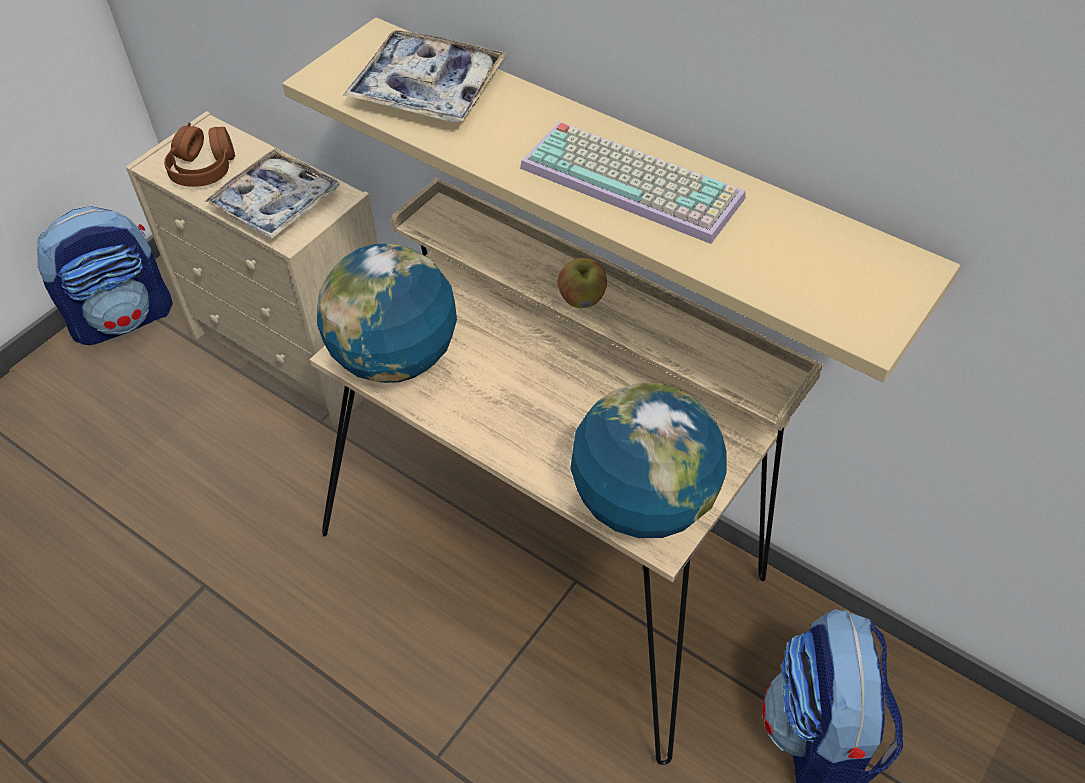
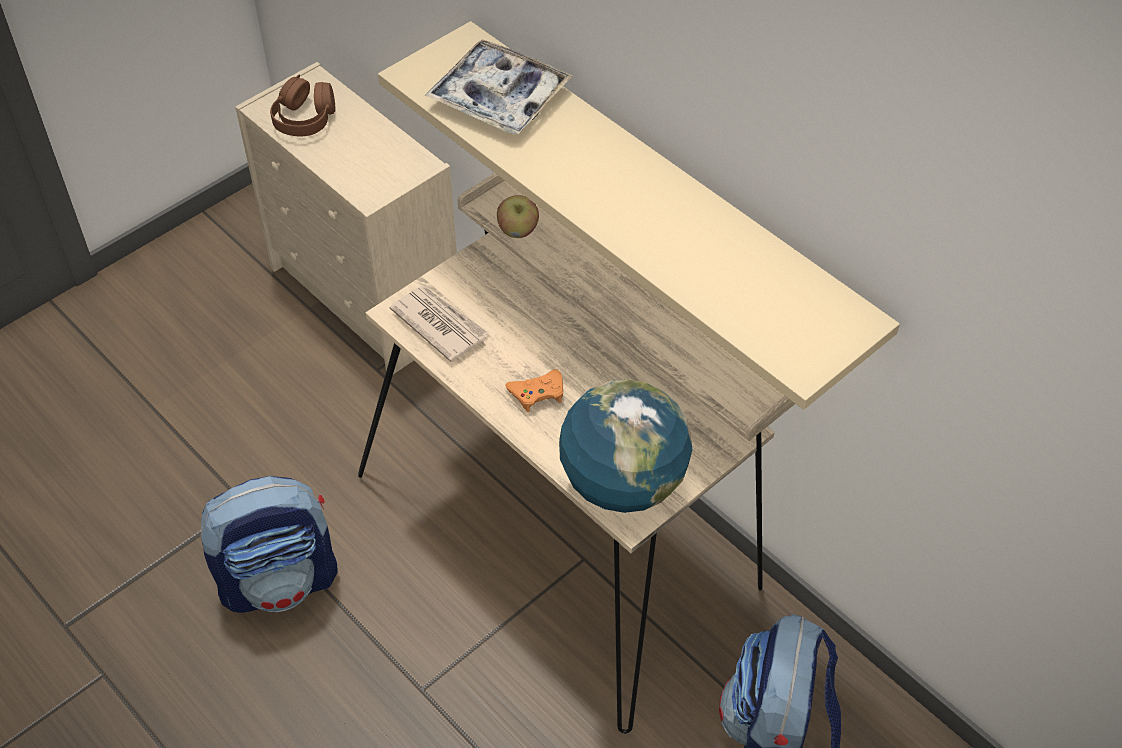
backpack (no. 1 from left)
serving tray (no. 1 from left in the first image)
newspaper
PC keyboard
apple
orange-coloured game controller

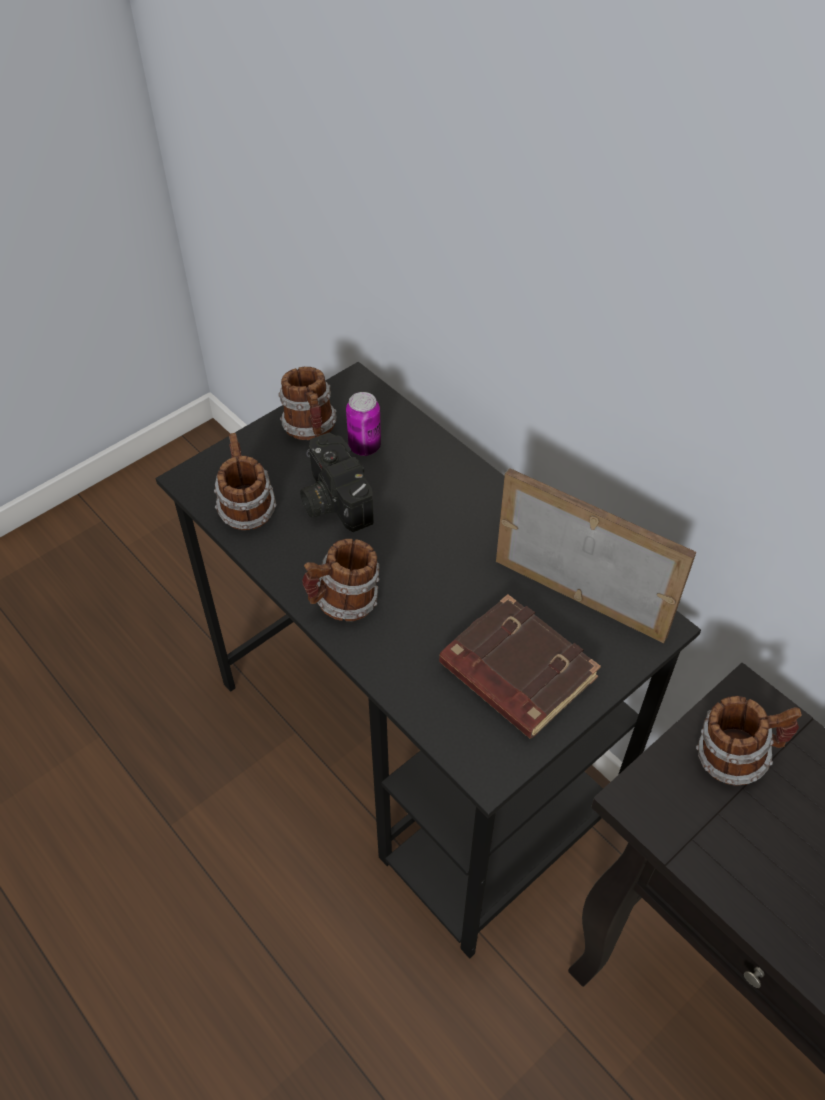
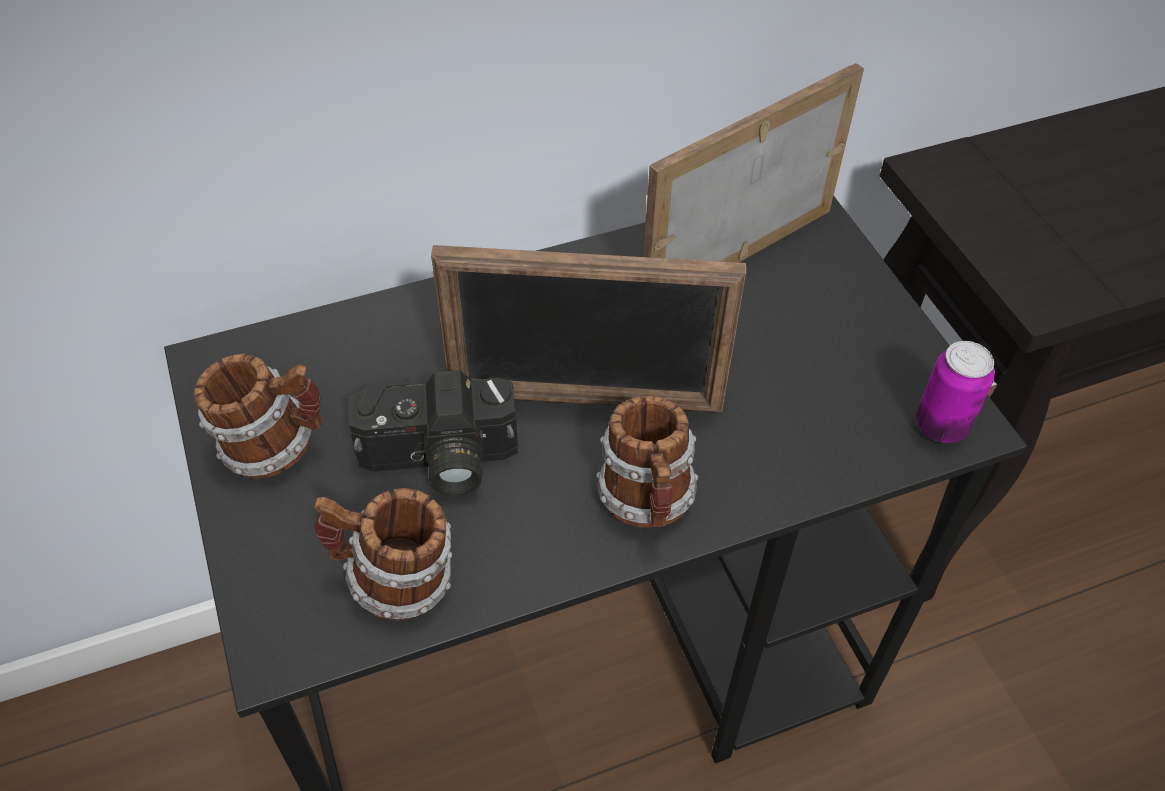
sealed can
brownish volume
coffee mug (no. 4 from left in the first image)
standing frame (no. 1 from left)

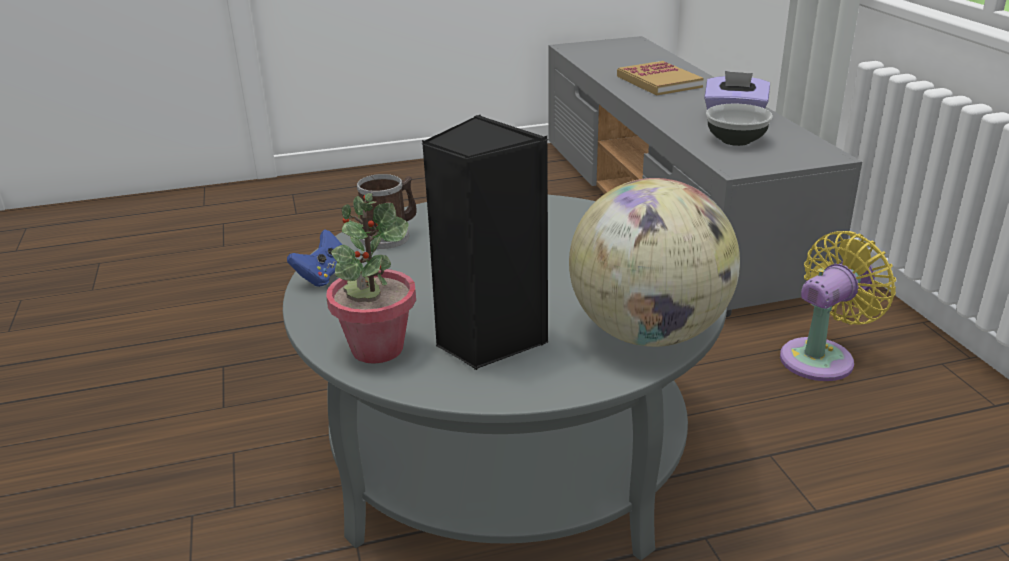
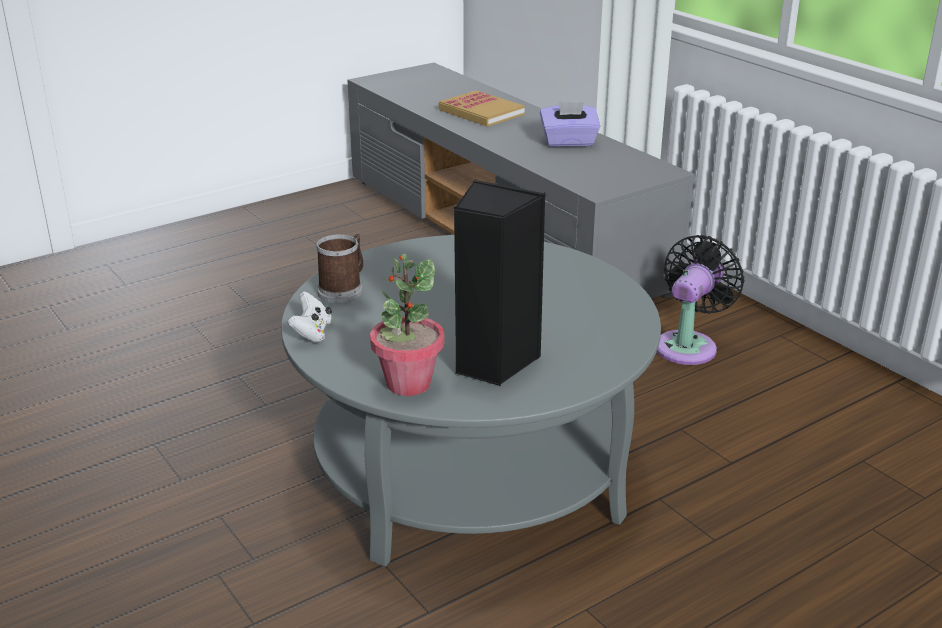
white game controller
globe
deep dish
black fan

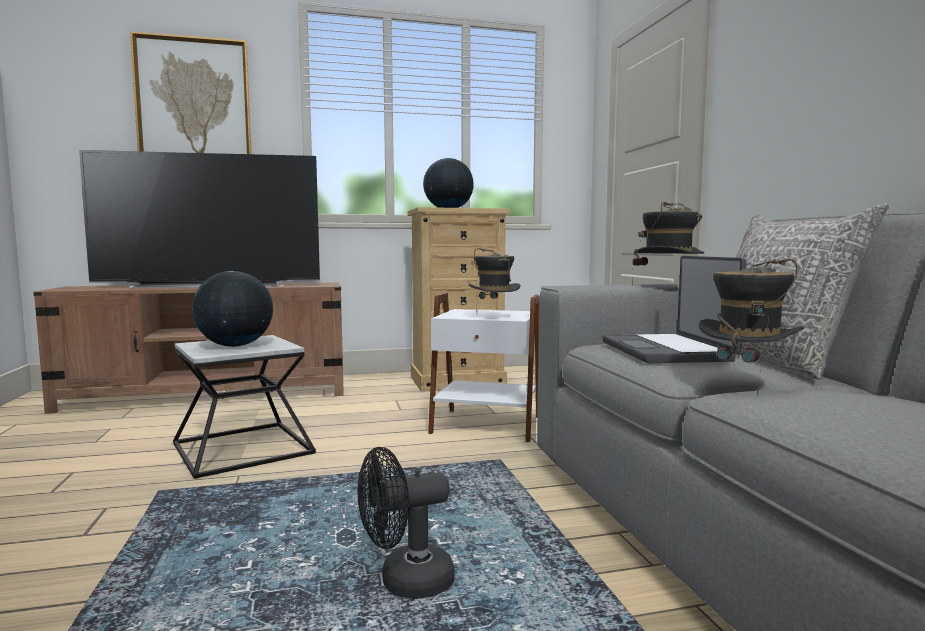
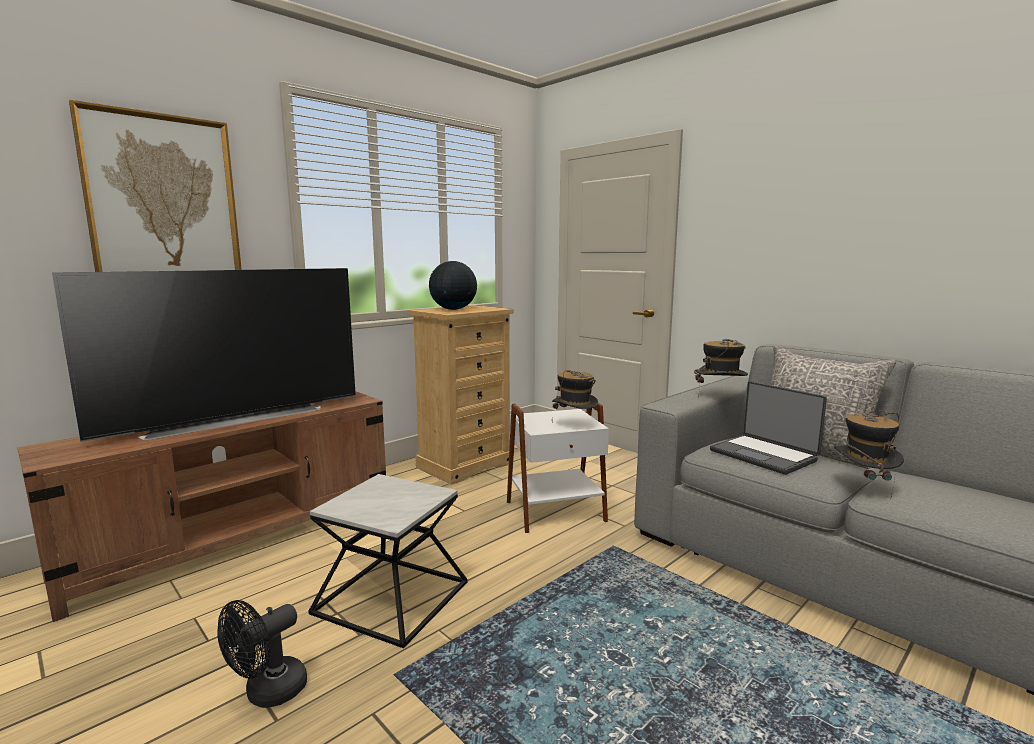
globe (no. 1 from left in the first image)
black fan

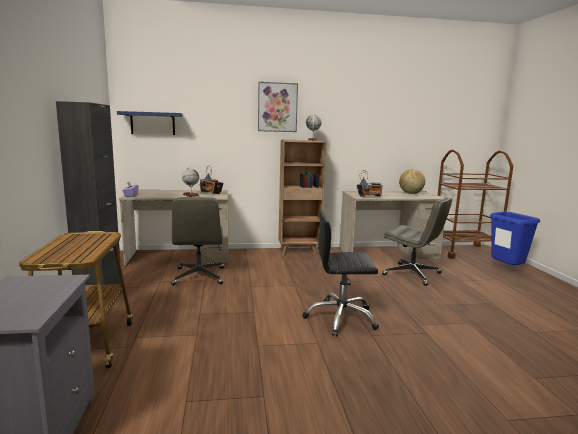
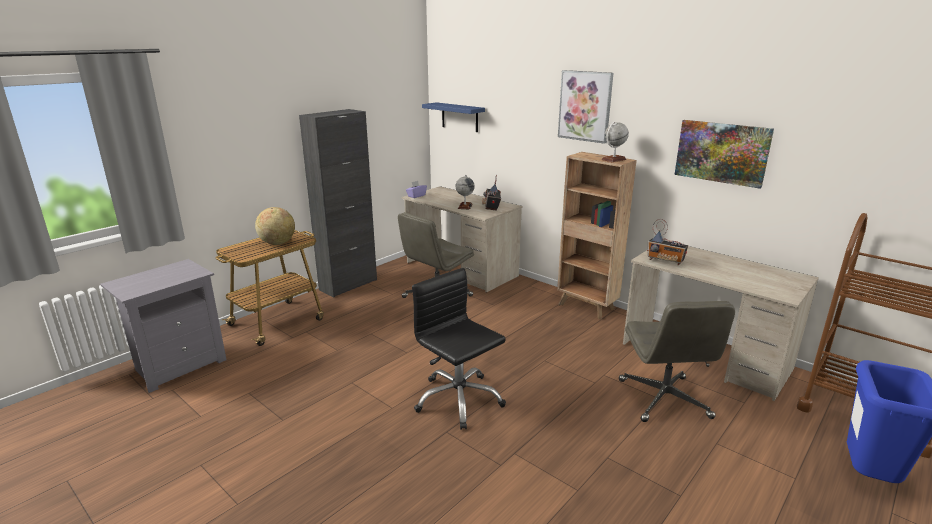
globe (no. 1 from left)
wall art (no. 2 from left)

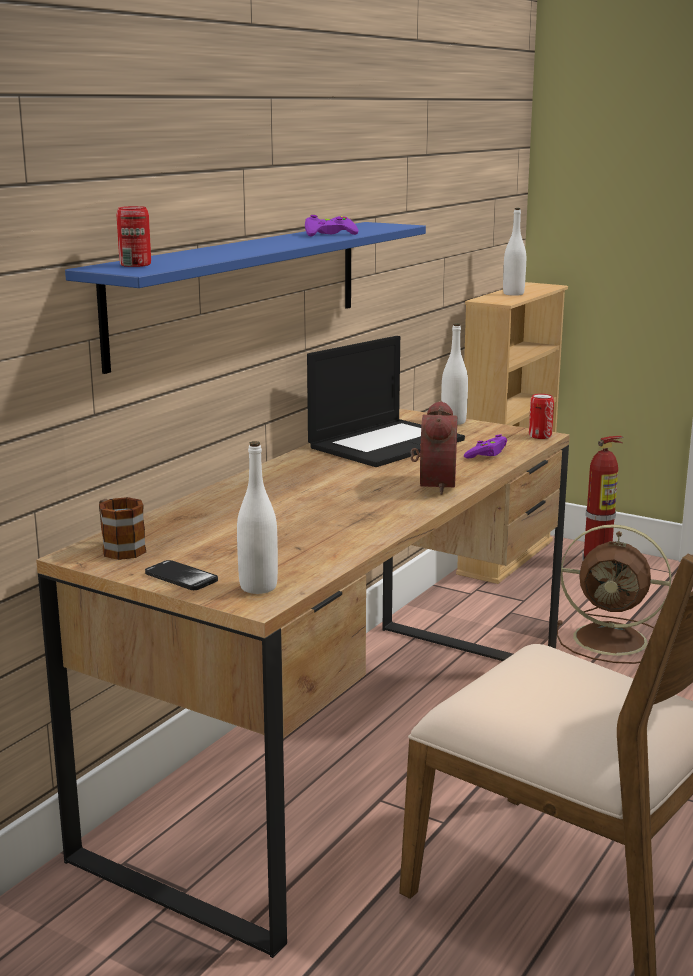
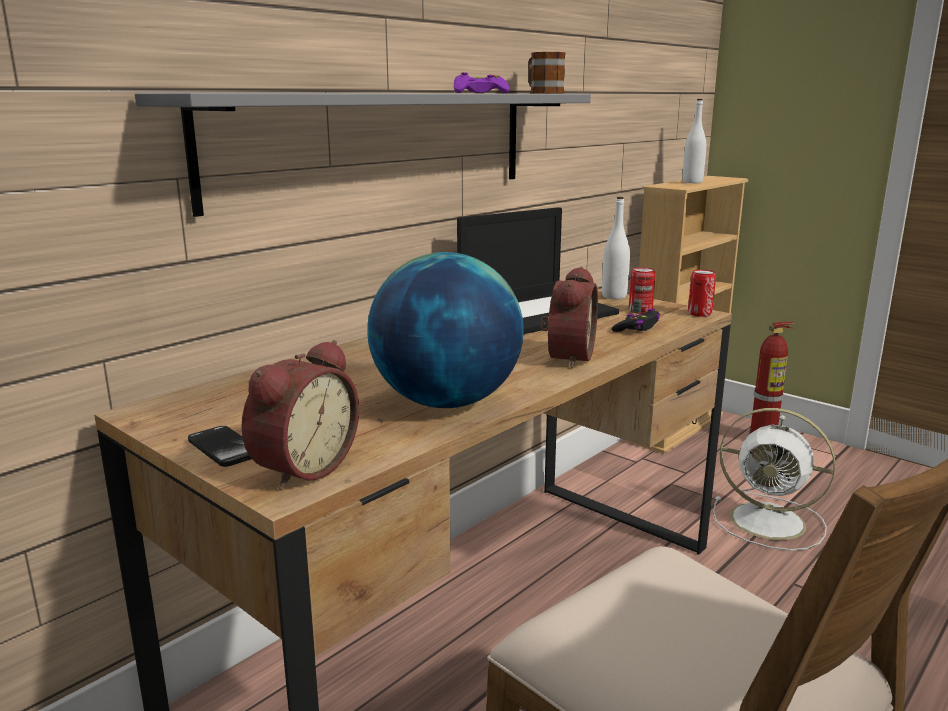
greyish bracket shelf
coffee mug
sealed can (no. 1 from left)
alarm clock (no. 1 from left)
black game controller
white fan
globe

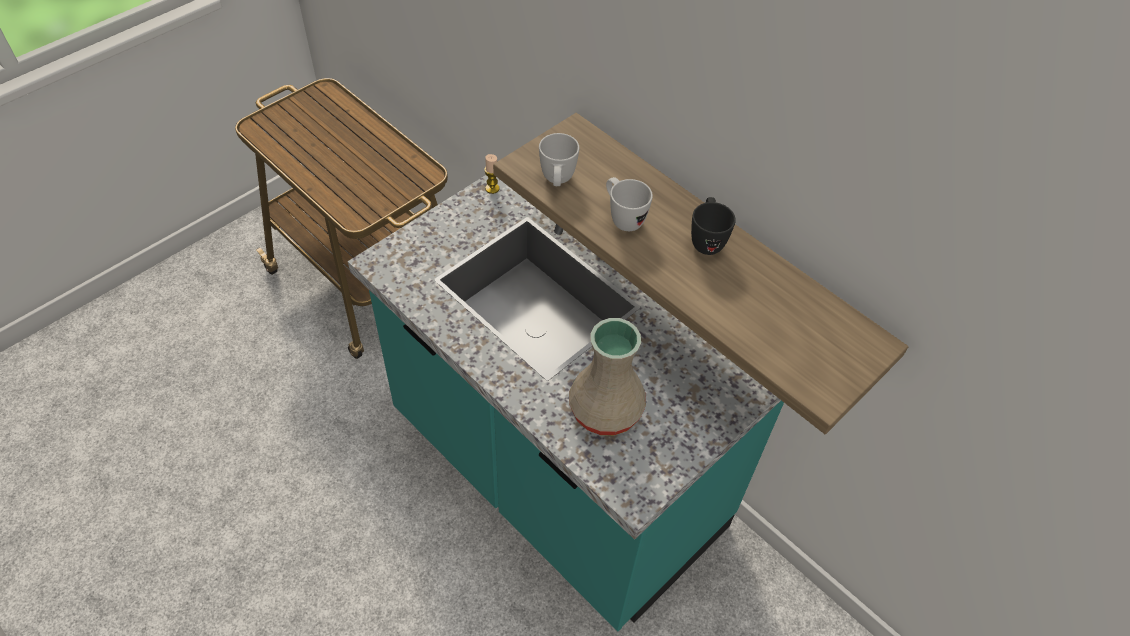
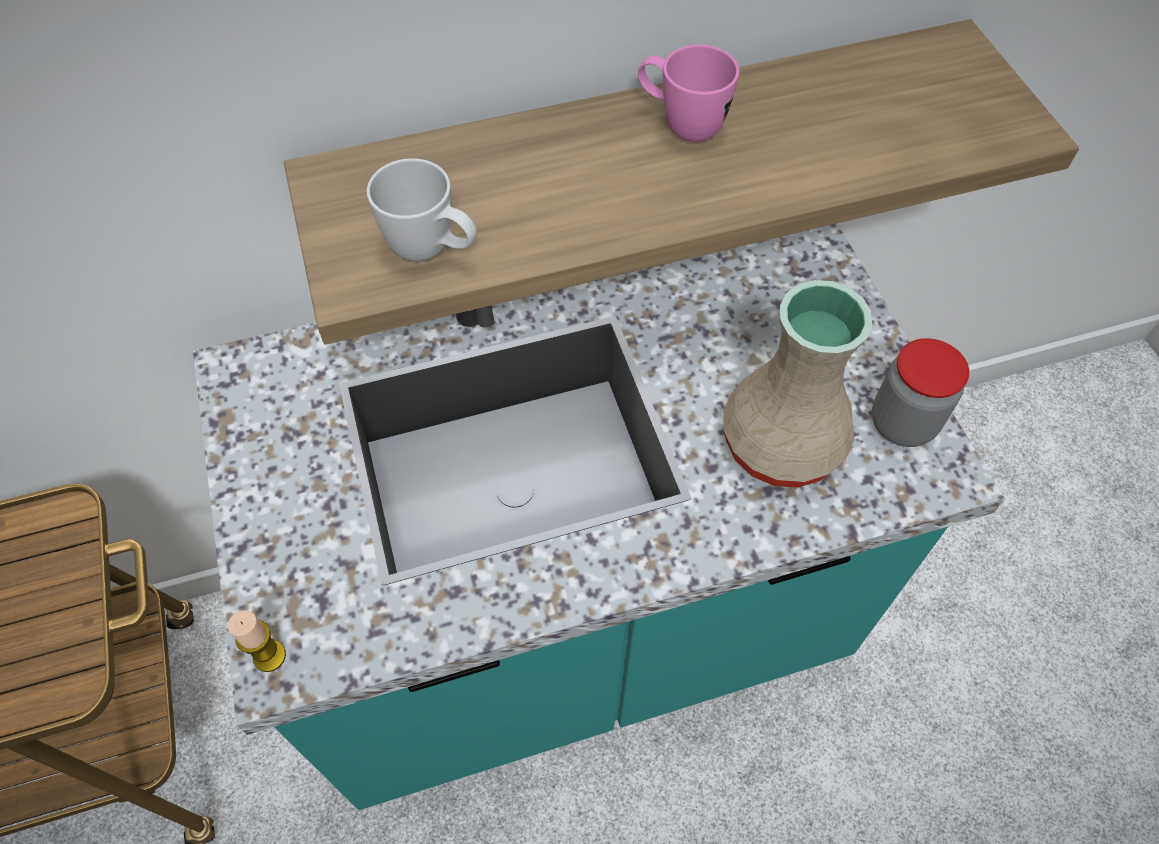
wax light
white coffee mug (no. 2 from left in the first image)
pinkish coffee mug
storage jar

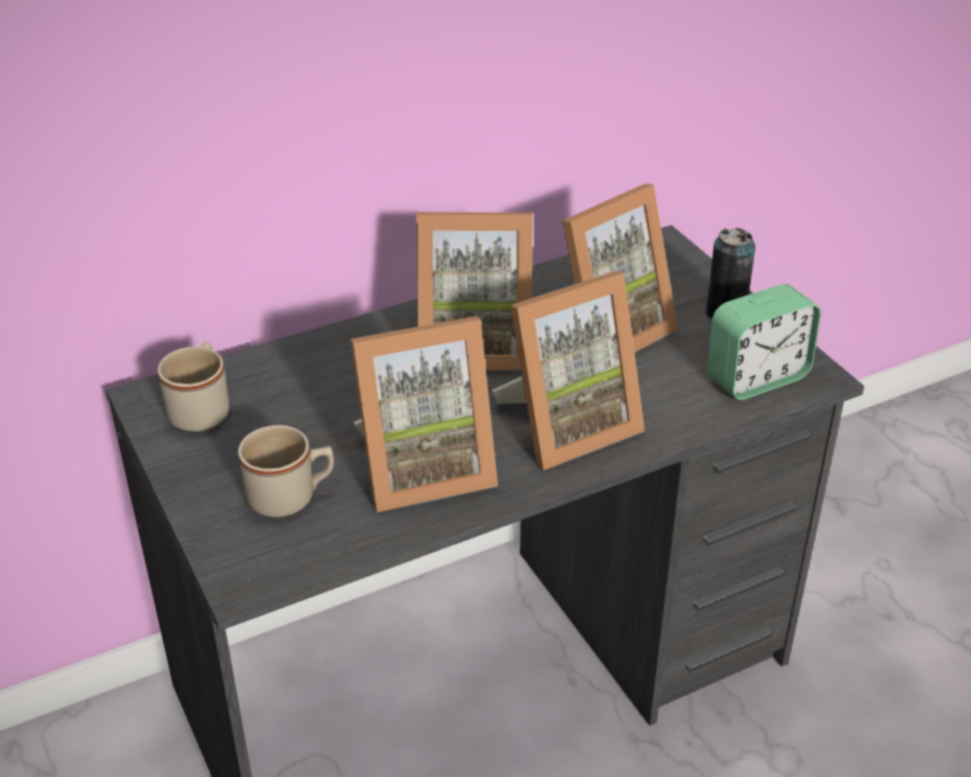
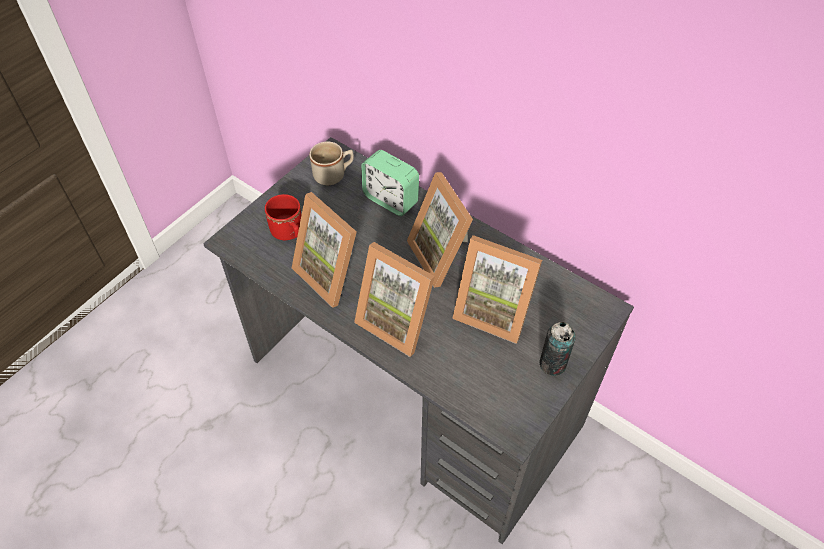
red coffee mug
alarm clock

